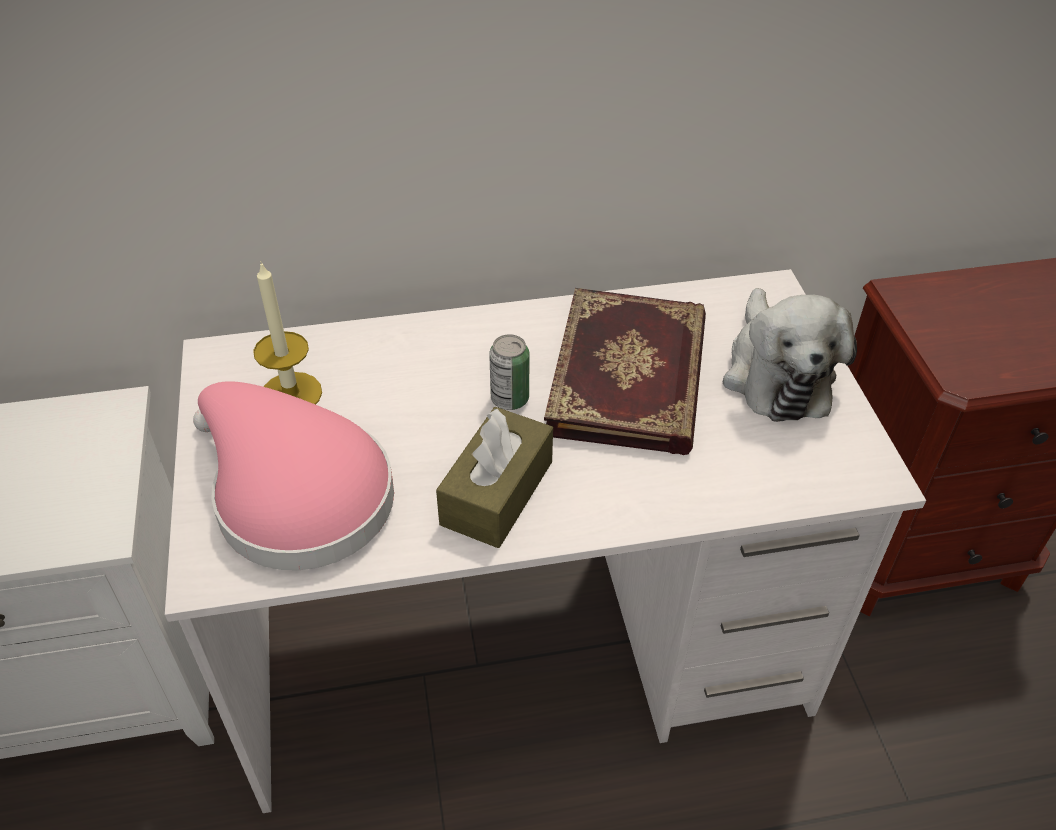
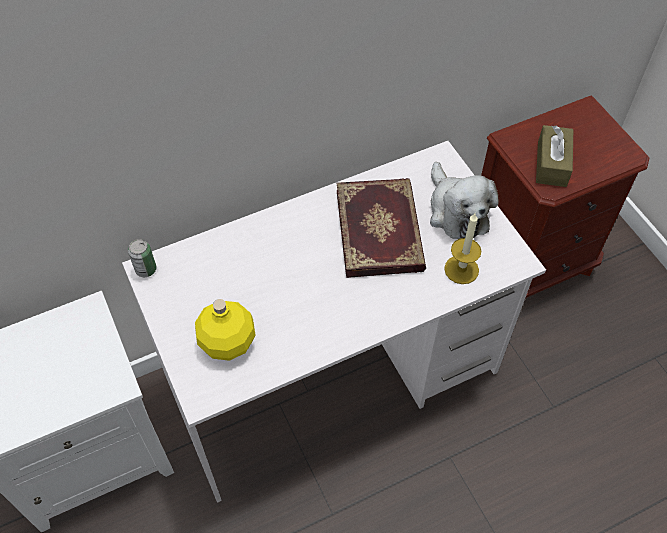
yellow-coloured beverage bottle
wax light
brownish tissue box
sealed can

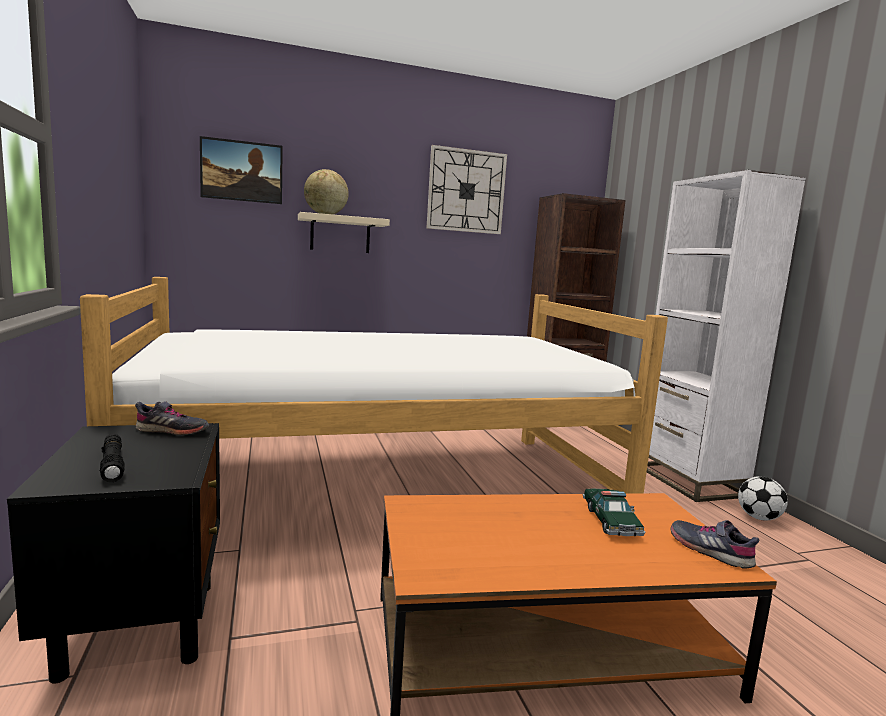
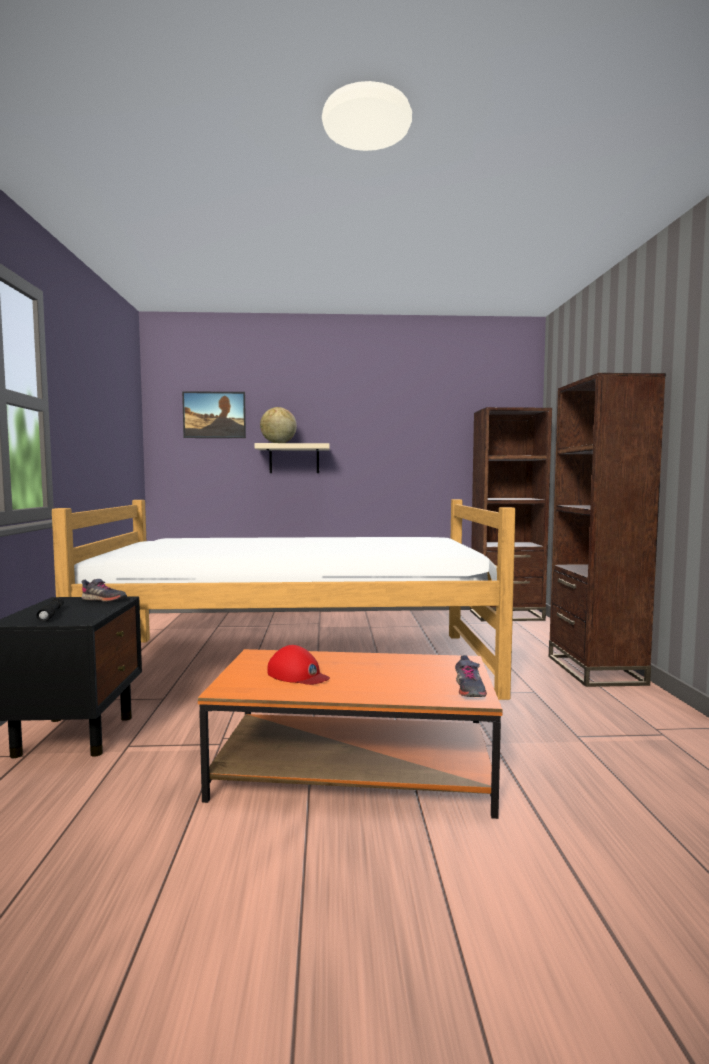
clock on the wall
toy car
brownish bookcase (no. 2 from left)
greyish low shoe (no. 2 from left)
football
red cap

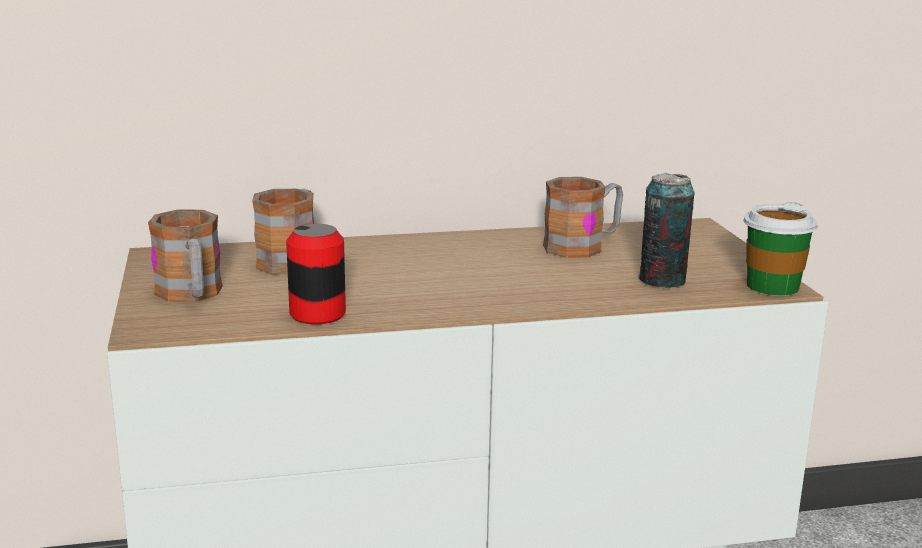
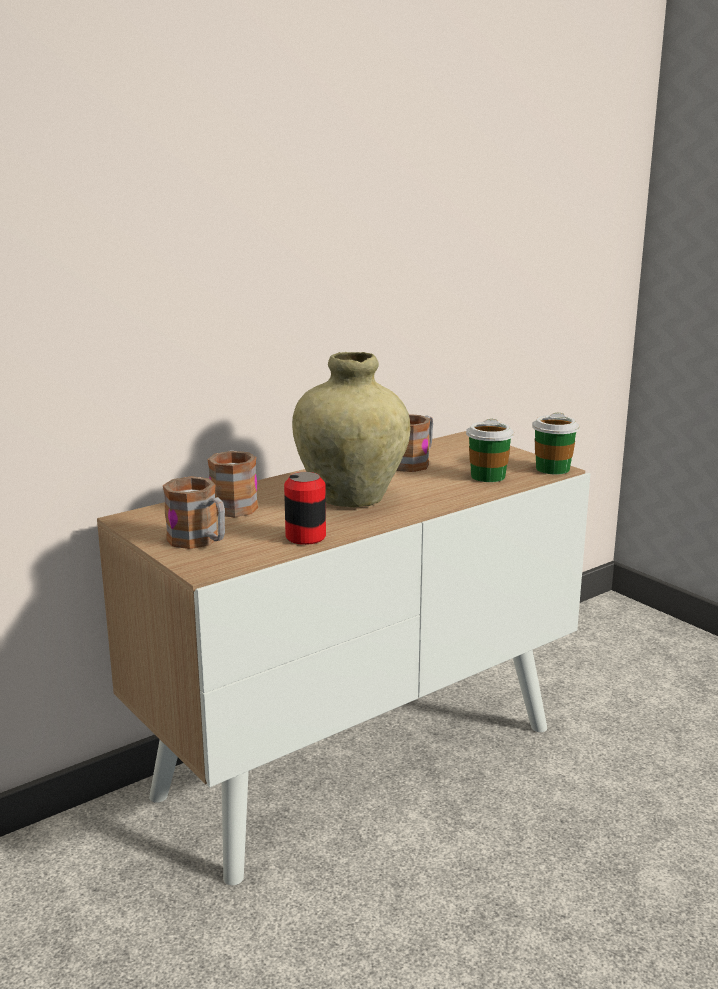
cup (no. 1 from left)
beige-coloured vase

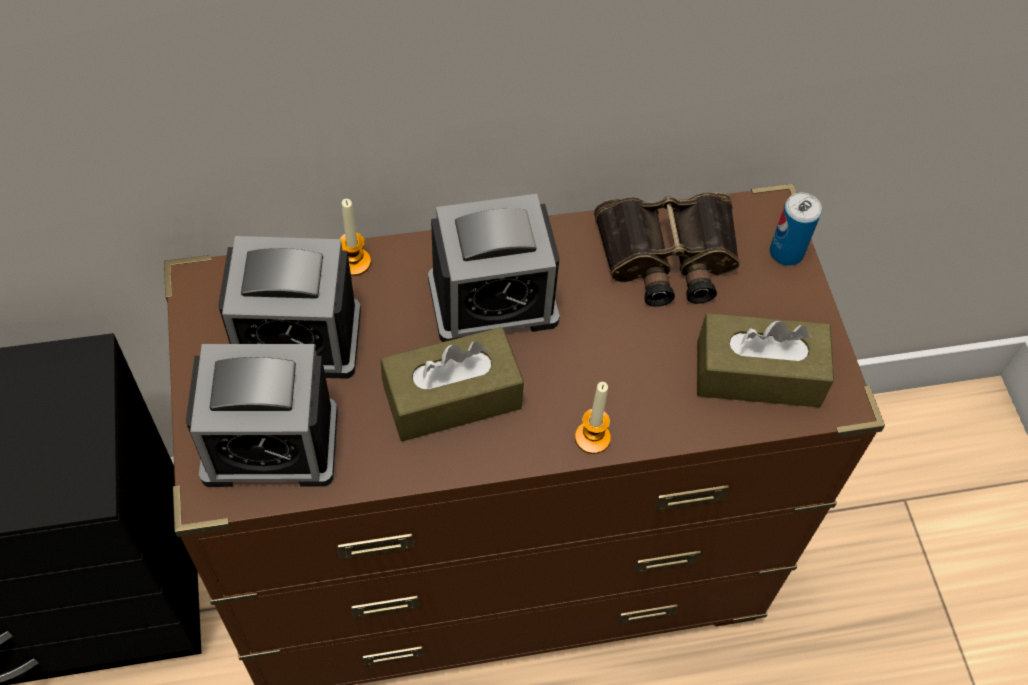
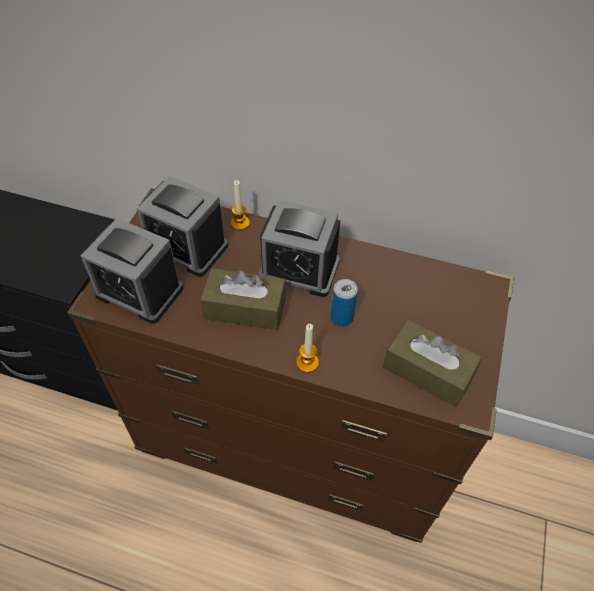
binoculars
sealed can

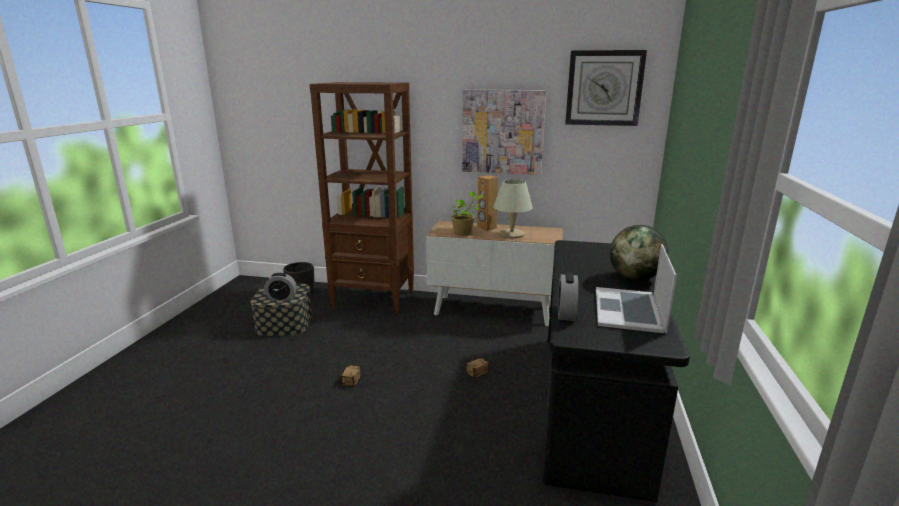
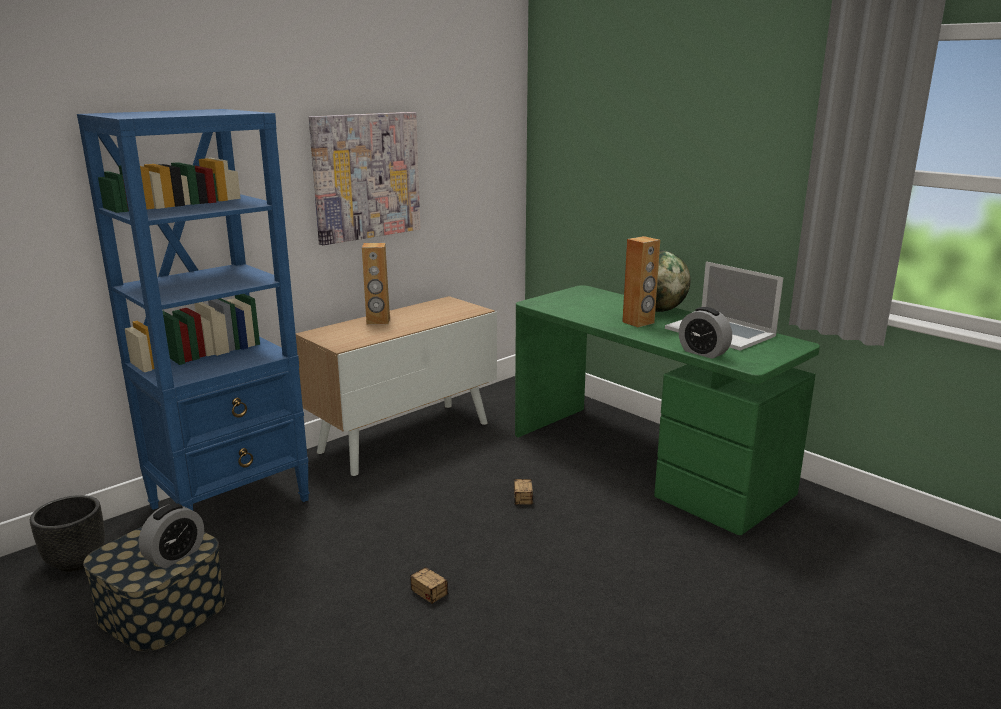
blue bookcase
potted plant
beige-coloured lamp for a table
greenish desk
clock on the wall
brownish audio speaker (no. 2 from left)

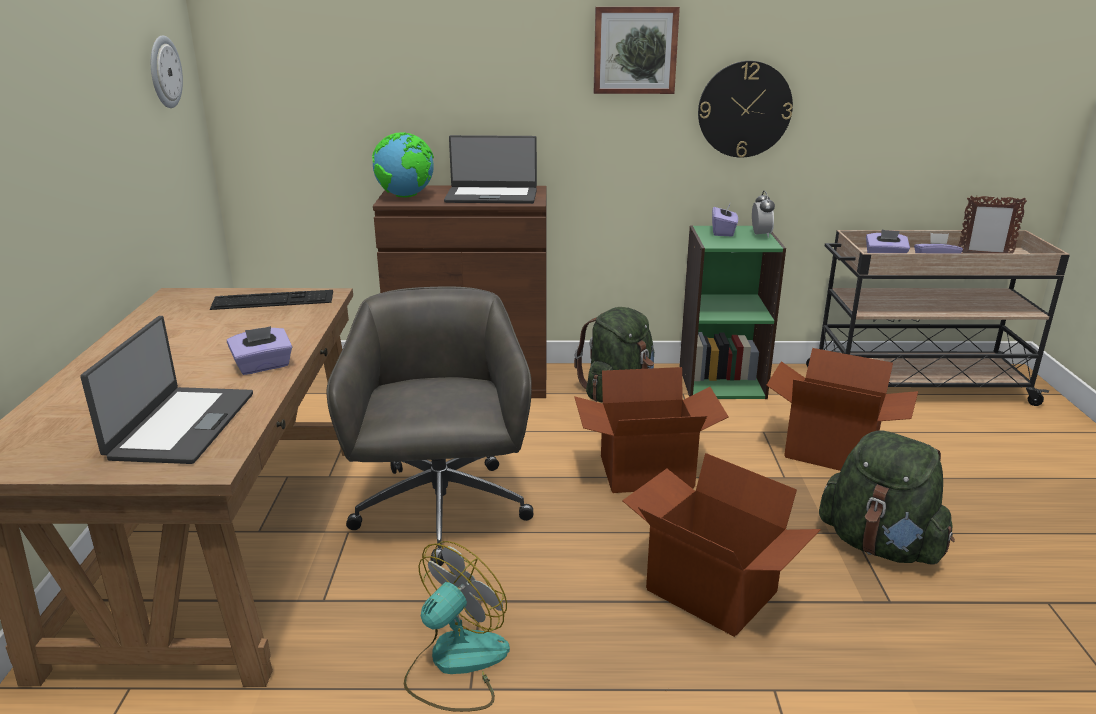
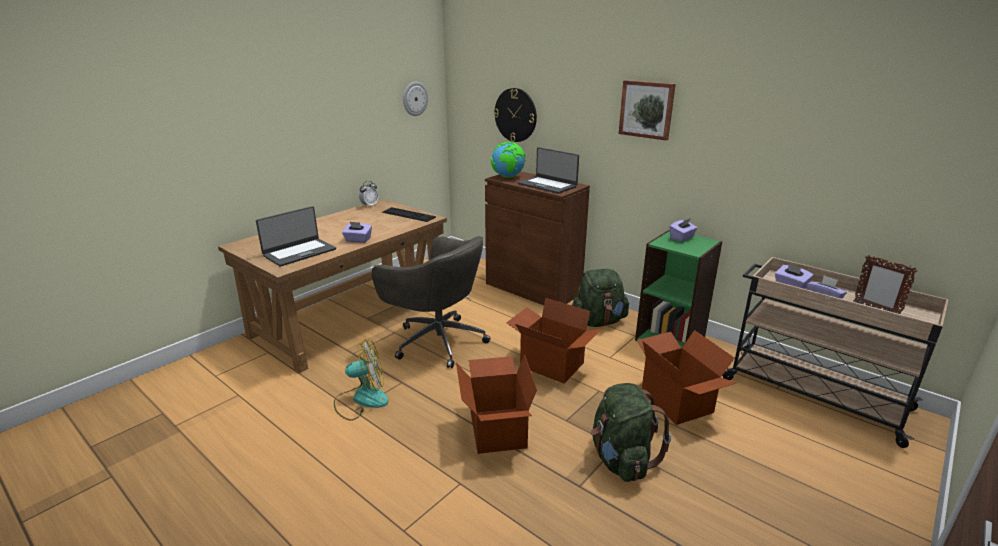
greyish office chair
clock on the wall (no. 2 from left)
alarm clock

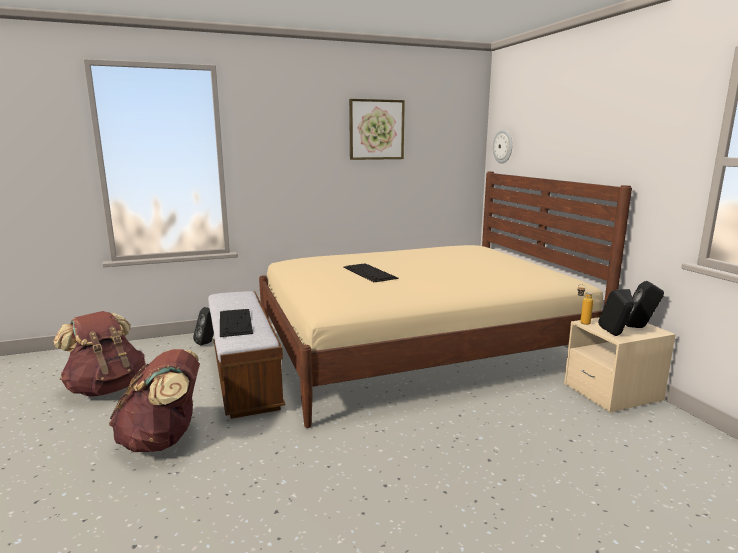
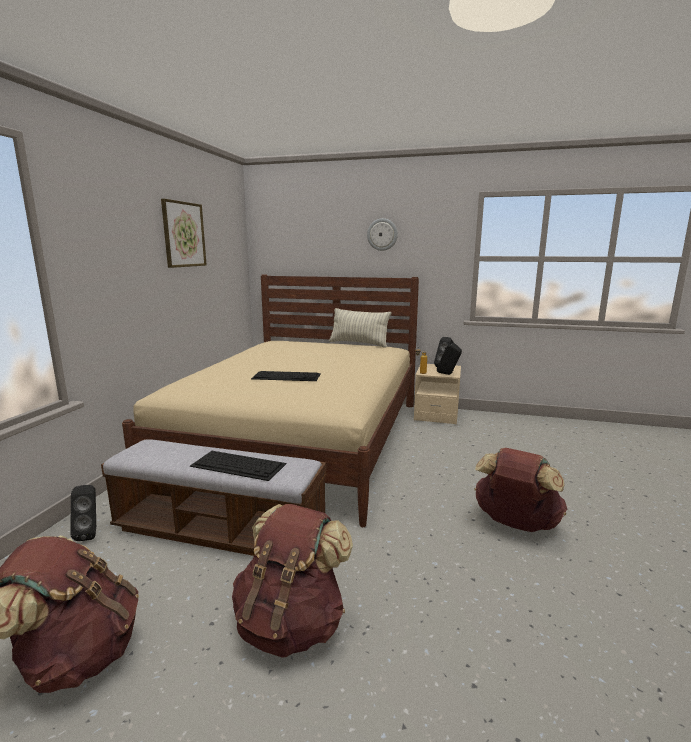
clock on the wall
pillow
brownish backpack (no. 3 from left)

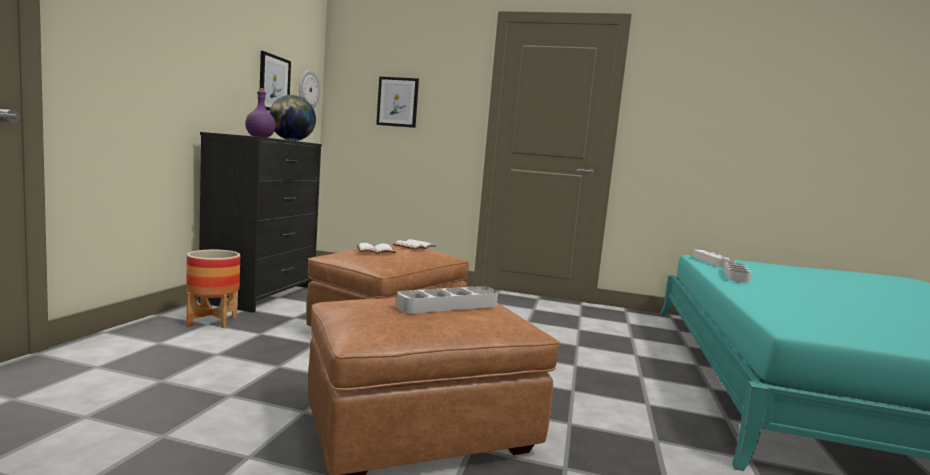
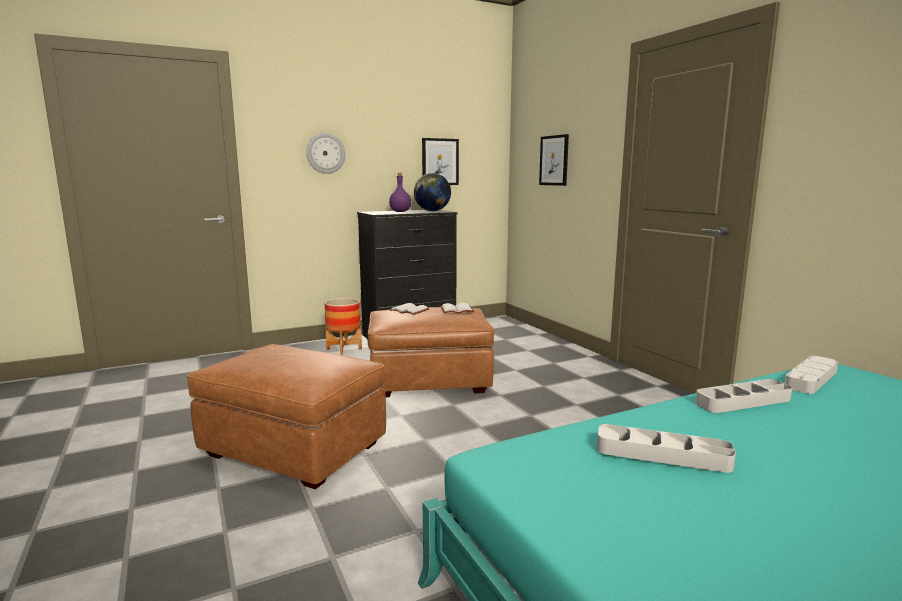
clock on the wall
greyish serving tray (no. 1 from left)

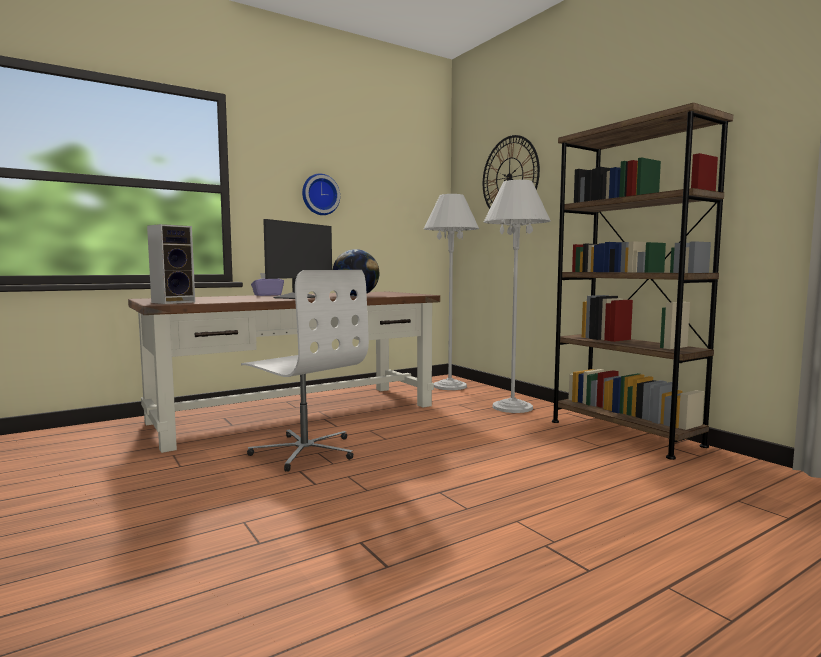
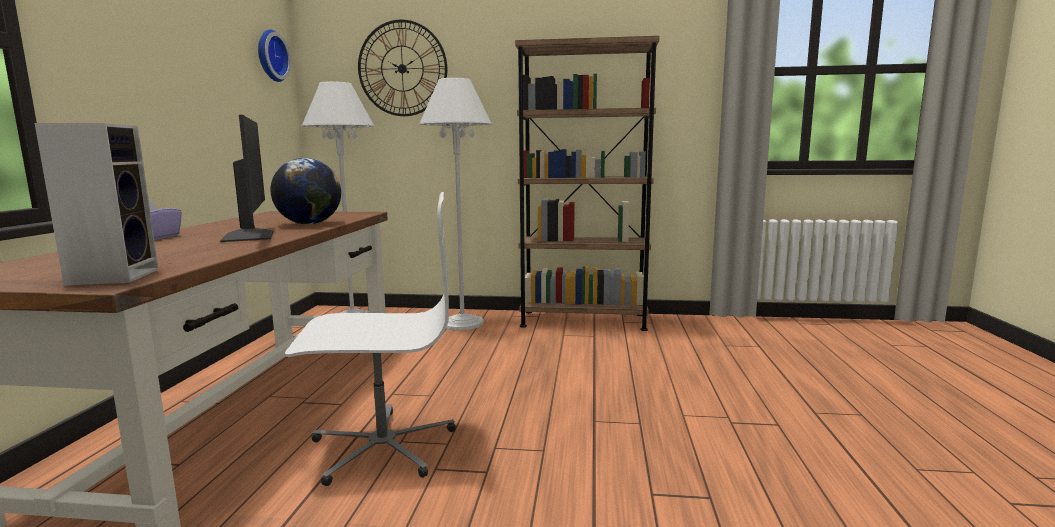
clock on the wall (no. 1 from left)

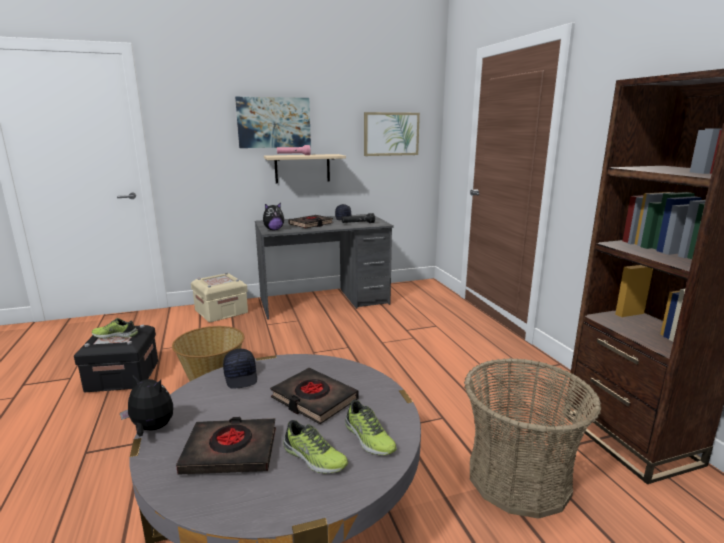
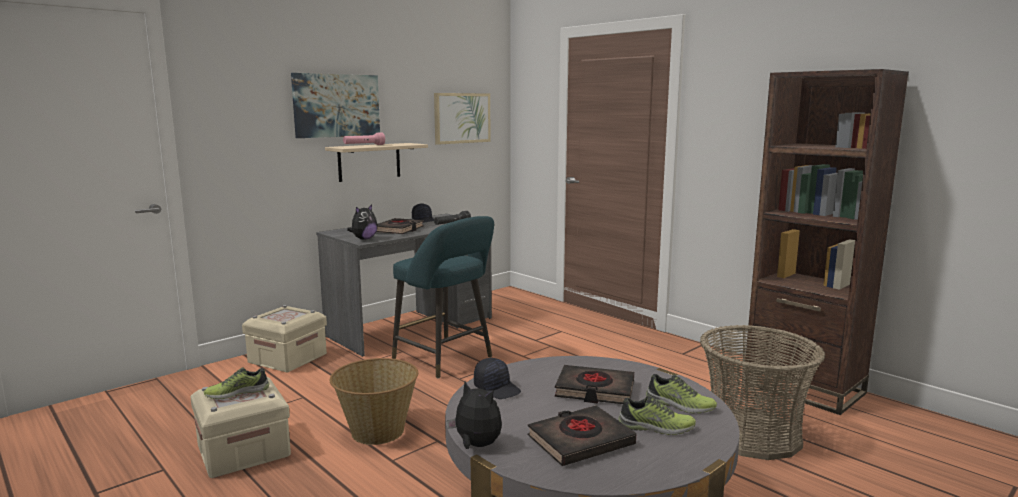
beige-coloured storage bin (no. 1 from left)
plush toy (no. 2 from left)
blue-green sitting stool

